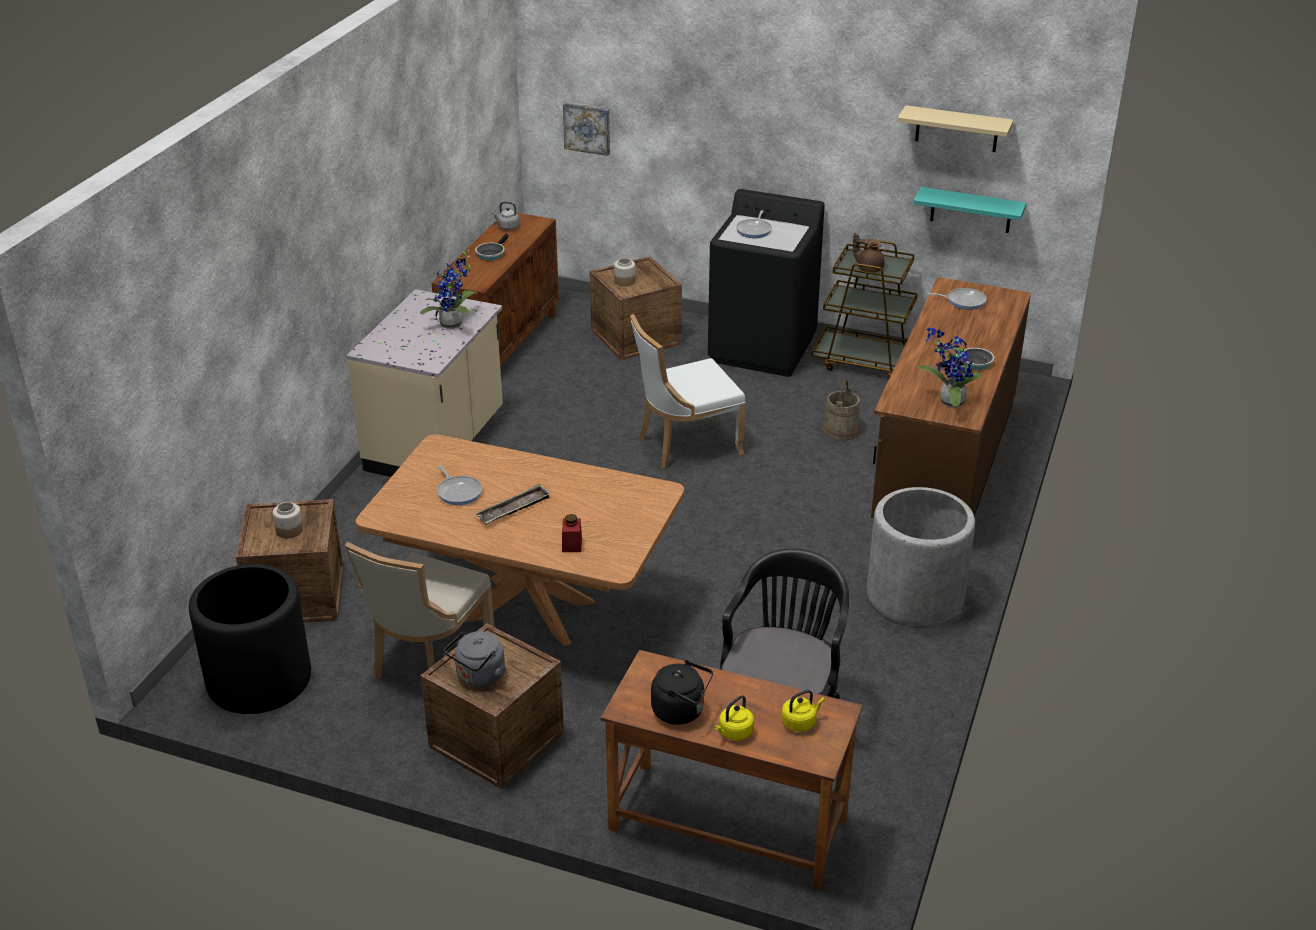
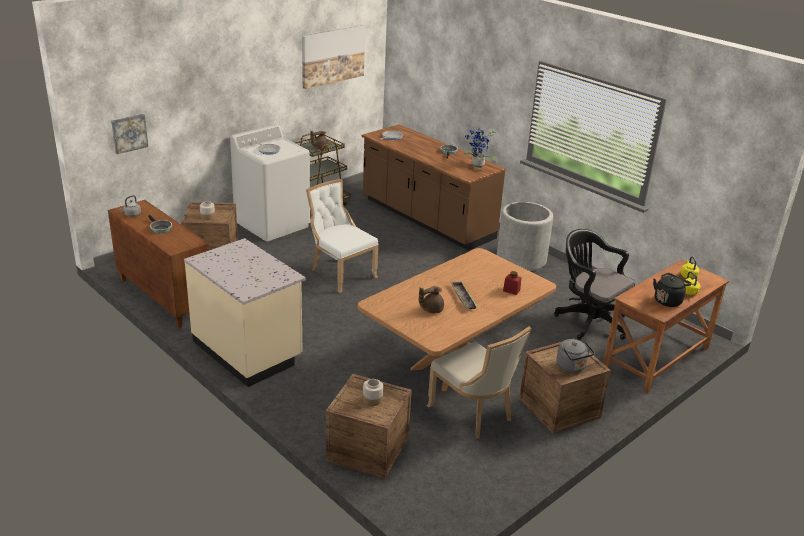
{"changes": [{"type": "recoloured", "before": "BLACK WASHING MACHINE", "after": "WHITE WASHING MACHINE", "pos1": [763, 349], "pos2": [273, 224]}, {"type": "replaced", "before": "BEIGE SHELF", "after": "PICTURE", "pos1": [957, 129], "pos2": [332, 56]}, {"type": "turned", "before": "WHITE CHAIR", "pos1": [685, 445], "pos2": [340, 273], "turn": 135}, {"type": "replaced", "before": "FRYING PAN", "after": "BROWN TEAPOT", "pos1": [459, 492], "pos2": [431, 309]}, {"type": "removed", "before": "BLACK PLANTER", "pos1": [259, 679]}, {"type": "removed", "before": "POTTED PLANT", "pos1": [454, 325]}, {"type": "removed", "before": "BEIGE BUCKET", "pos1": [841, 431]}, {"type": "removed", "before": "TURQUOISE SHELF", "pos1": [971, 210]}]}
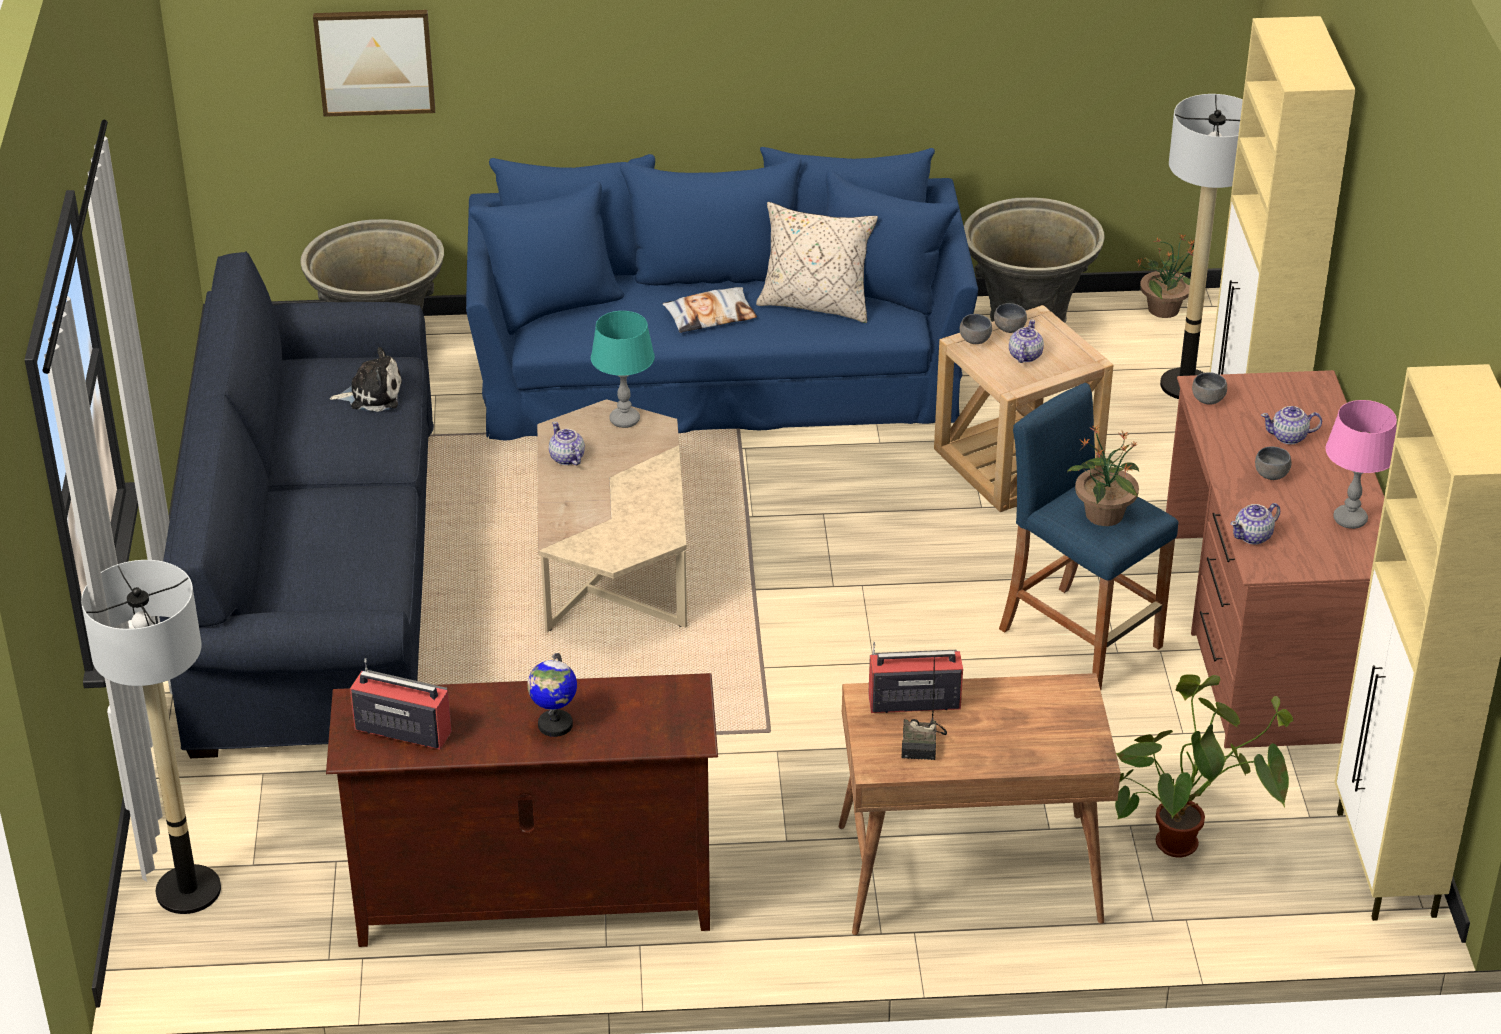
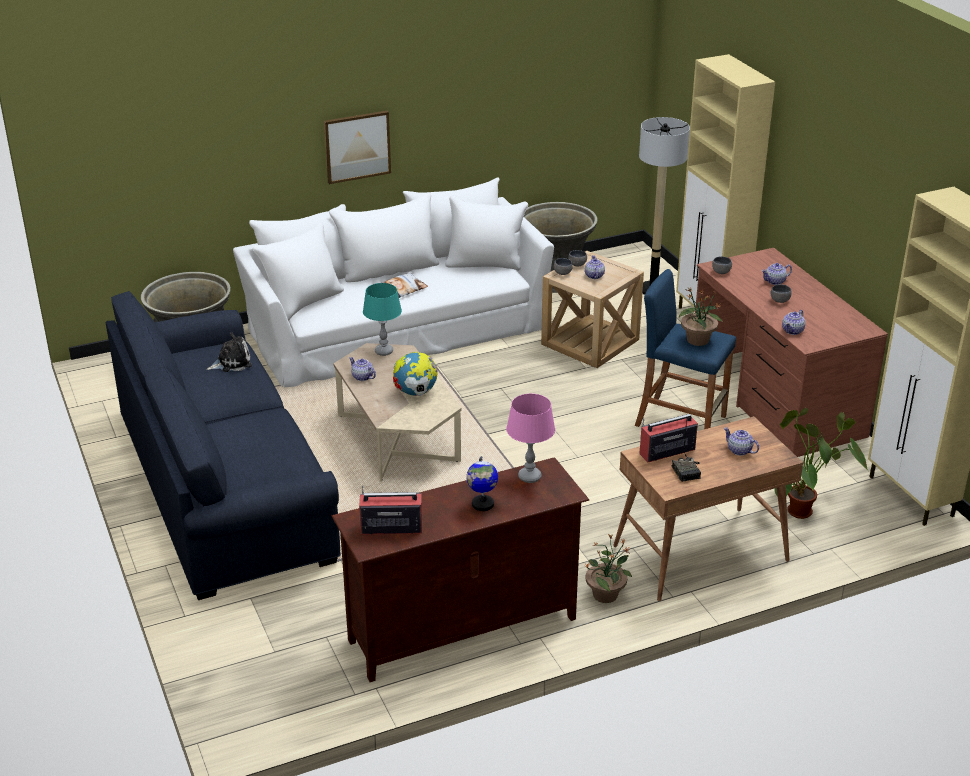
{"changes": [{"type": "recoloured", "before": "BLUE SOFA", "after": "WHITE SOFA", "pos1": [719, 371], "pos2": [397, 328]}, {"type": "moved", "before": "PICTURE", "pos1": [375, 61], "pos2": [357, 146]}, {"type": "added", "after": "GLOBE", "pos2": [415, 393]}, {"type": "moved", "before": "PINK TABLE LAMP", "pos1": [1349, 520], "pos2": [529, 477]}, {"type": "moved", "before": "POTTED PLANT", "pos1": [1164, 309], "pos2": [606, 594]}, {"type": "added", "after": "TEAPOT", "pos2": [739, 451]}, {"type": "removed", "before": "FLOOR LAMP", "pos1": [188, 890]}, {"type": "removed", "before": "BEIGE PILLOW", "pos1": [816, 304]}]}
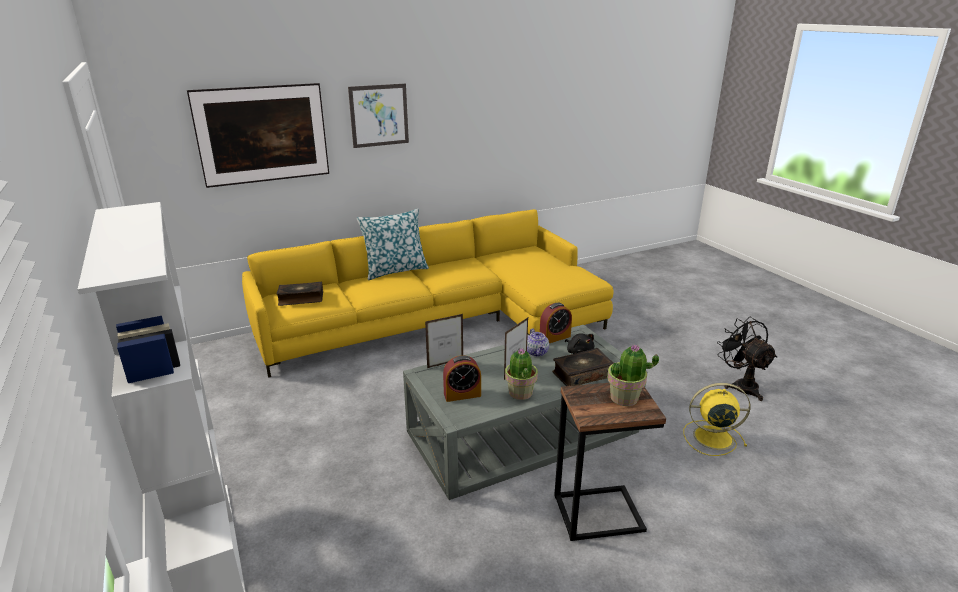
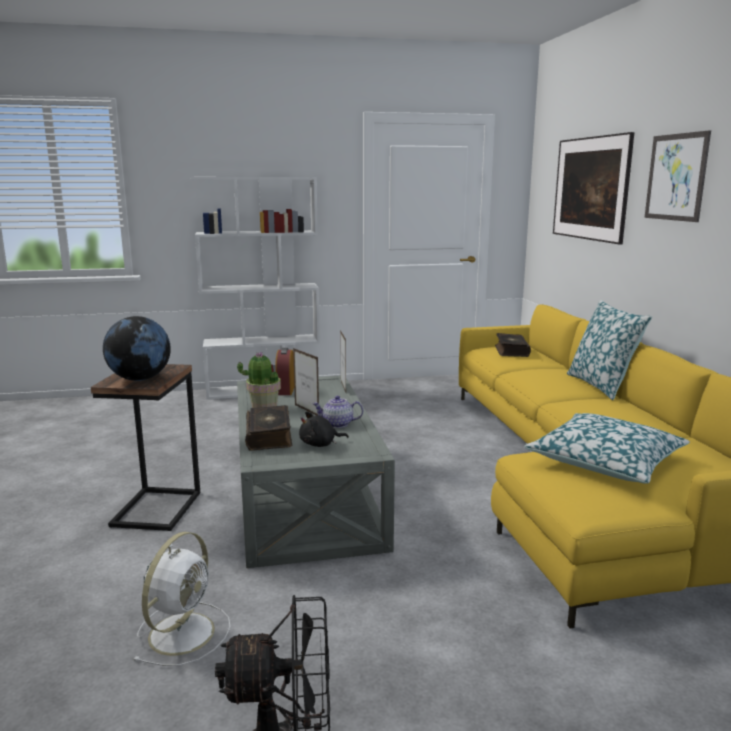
{"changes": [{"type": "replaced", "before": "POTTED PLANT", "after": "GLOBE", "pos1": [625, 398], "pos2": [140, 379]}, {"type": "recoloured", "before": "YELLOW FAN", "after": "WHITE FAN", "pos1": [711, 437], "pos2": [183, 631]}, {"type": "added", "after": "PILLOW", "pos2": [605, 462]}, {"type": "removed", "before": "ALARM CLOCK", "pos1": [554, 337]}]}
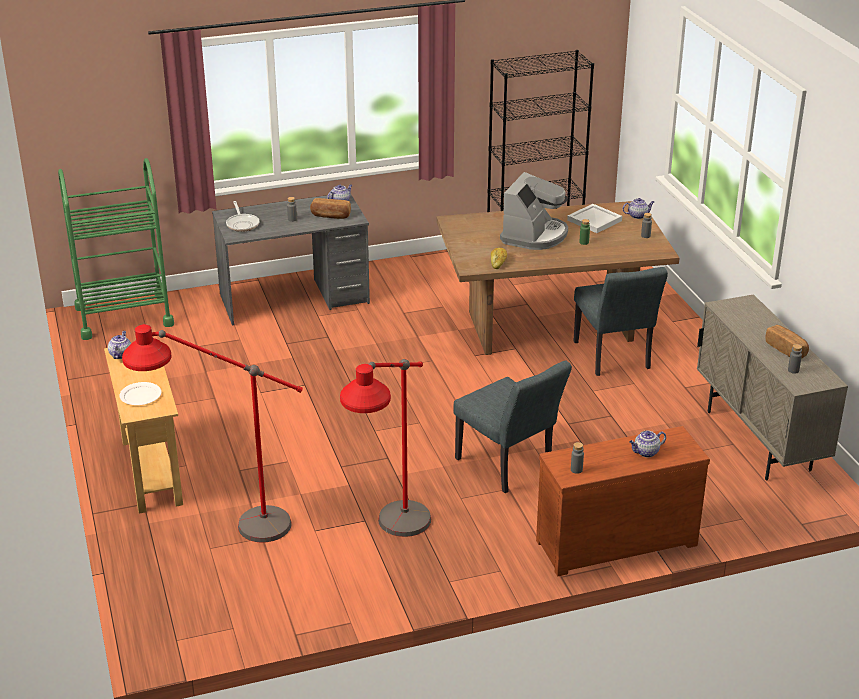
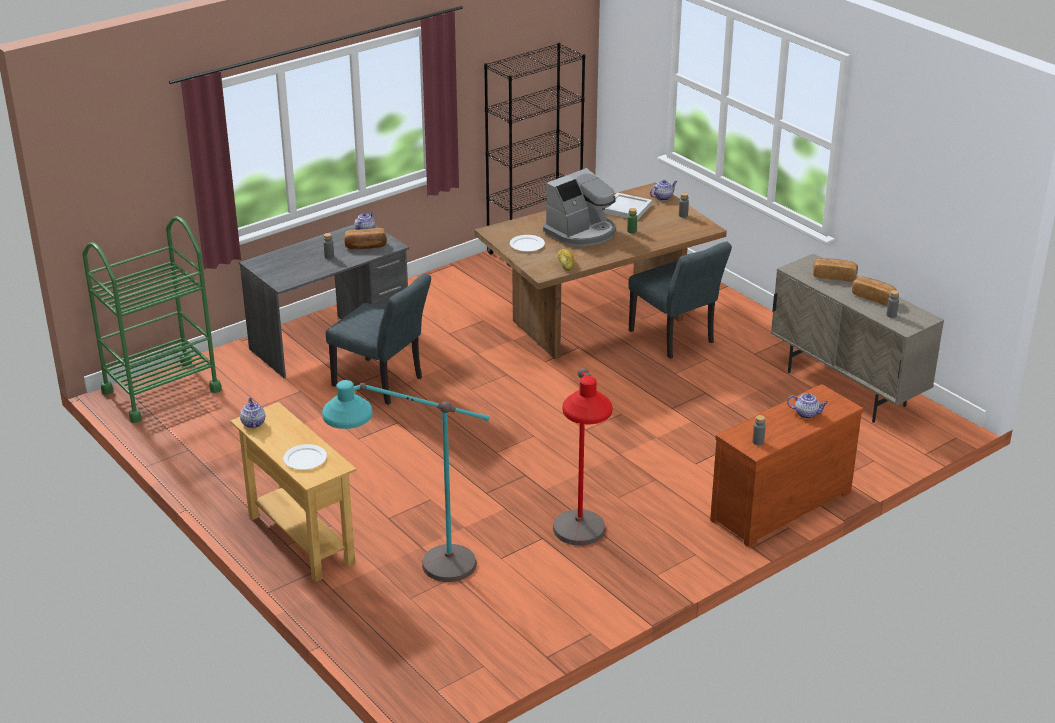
{"changes": [{"type": "recoloured", "before": "RED FLOOR LAMP", "after": "TURQUOISE FLOOR LAMP", "pos1": [226, 528], "pos2": [414, 576]}, {"type": "moved", "before": "GREY CHAIR", "pos1": [509, 467], "pos2": [383, 383]}, {"type": "added", "after": "WHITE PLATE", "pos2": [527, 245]}, {"type": "turned", "before": "COFFEE MACHINE", "pos1": [534, 235], "pos2": [581, 232], "turn": 45}, {"type": "turned", "before": "TEAPOT", "pos1": [646, 452], "pos2": [806, 414], "turn": -120}, {"type": "added", "after": "BREAD", "pos2": [834, 276]}, {"type": "removed", "before": "FRYING PAN", "pos1": [242, 224]}]}
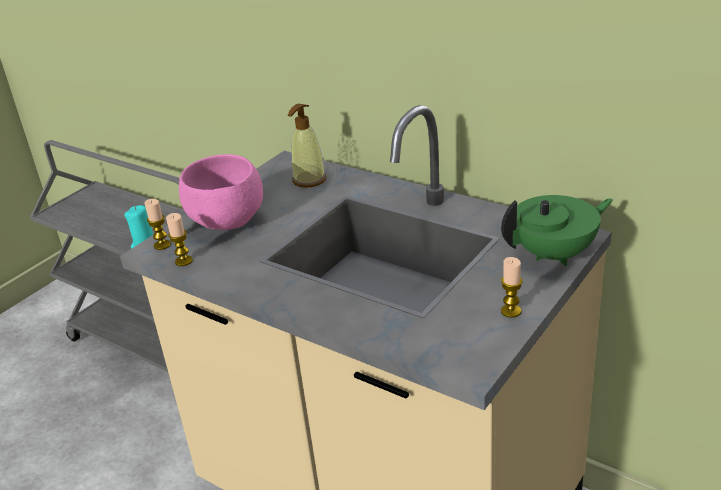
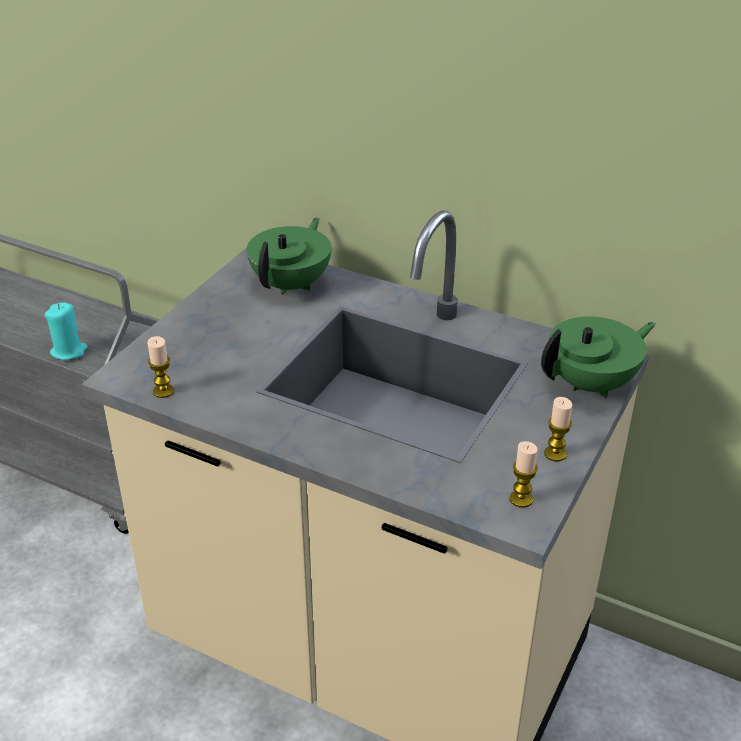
{"changes": [{"type": "replaced", "before": "SOAP DISPENSER", "after": "GREEN TEAPOT", "pos1": [309, 180], "pos2": [292, 284]}, {"type": "moved", "before": "CANDLE", "pos1": [162, 245], "pos2": [521, 499]}, {"type": "removed", "before": "PINK BOWL", "pos1": [229, 223]}]}
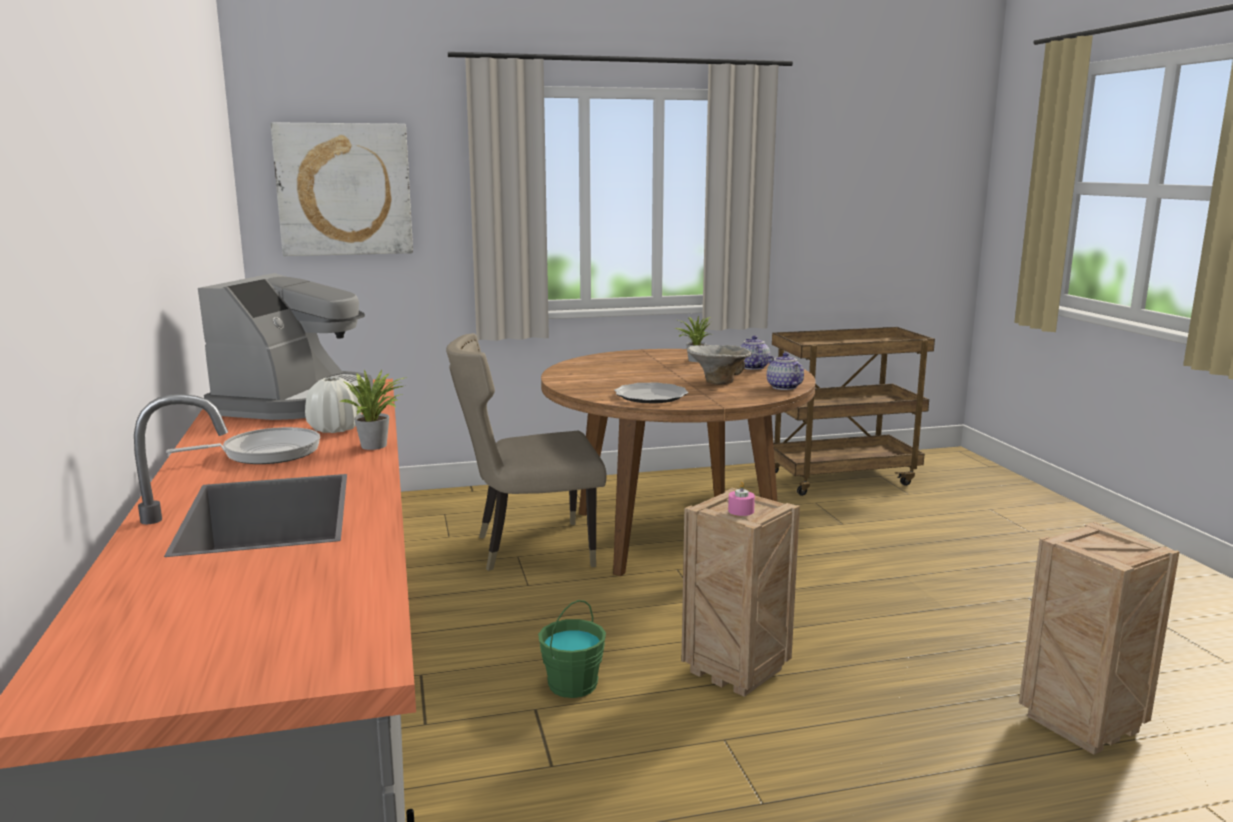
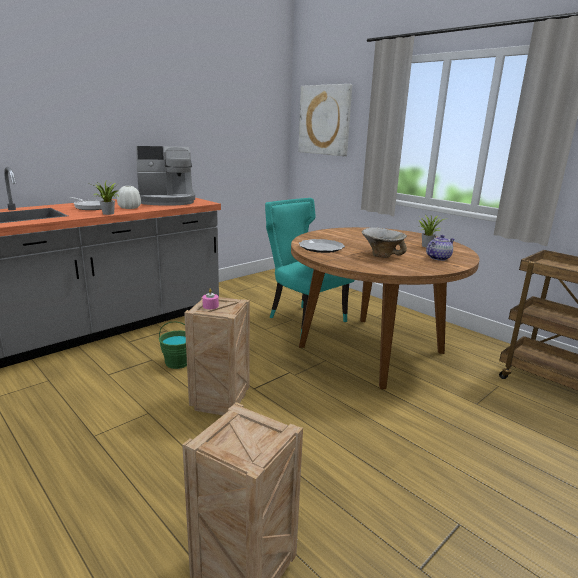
{"changes": [{"type": "recoloured", "before": "BEIGE CHAIR", "after": "TURQUOISE CHAIR", "pos1": [530, 549], "pos2": [303, 319]}, {"type": "removed", "before": "TEAPOT", "pos1": [783, 387]}]}
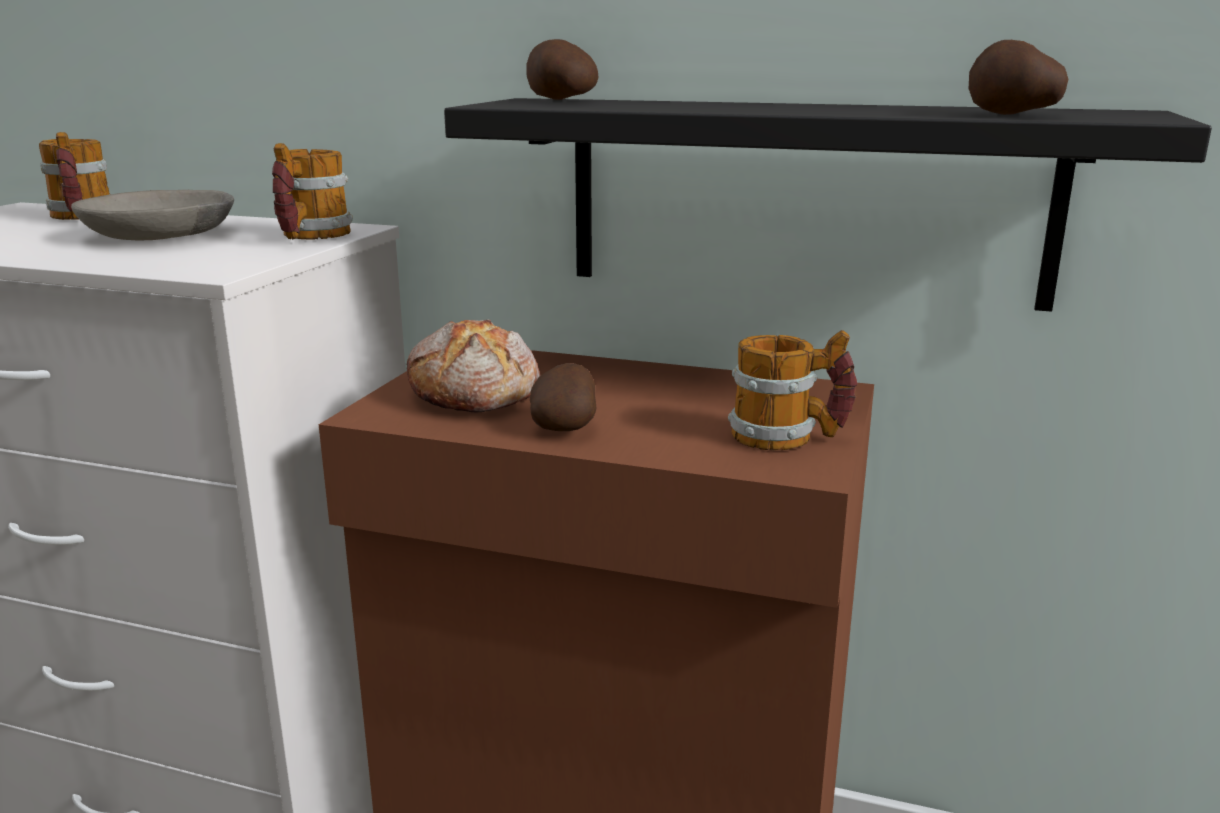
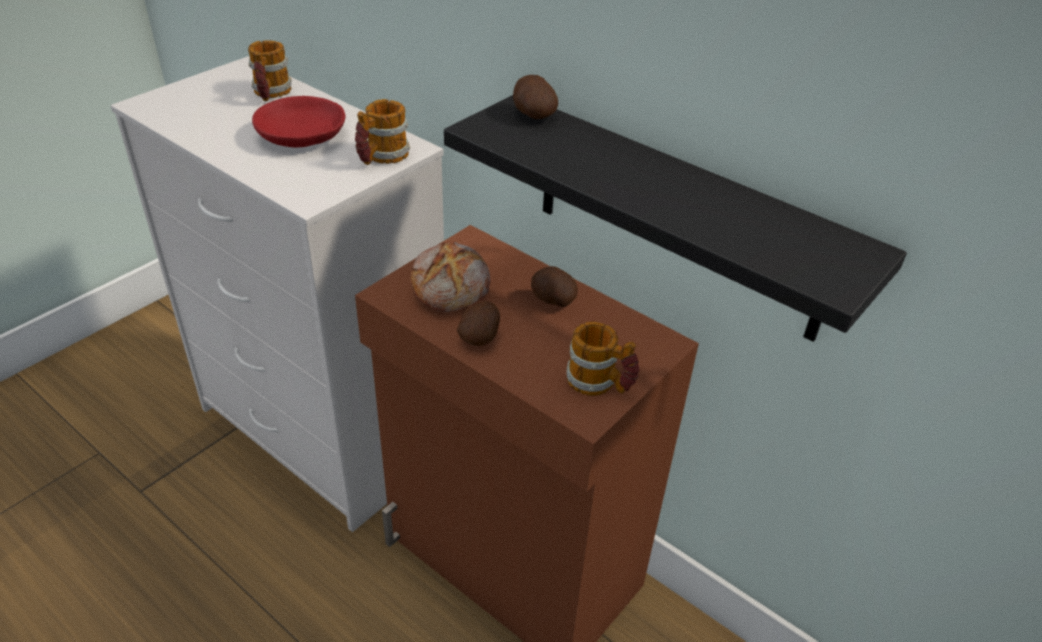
{"changes": [{"type": "recoloured", "before": "GREY BOWL", "after": "RED BOWL", "pos1": [161, 235], "pos2": [302, 136]}, {"type": "moved", "before": "POTATO", "pos1": [1012, 114], "pos2": [552, 300]}]}
